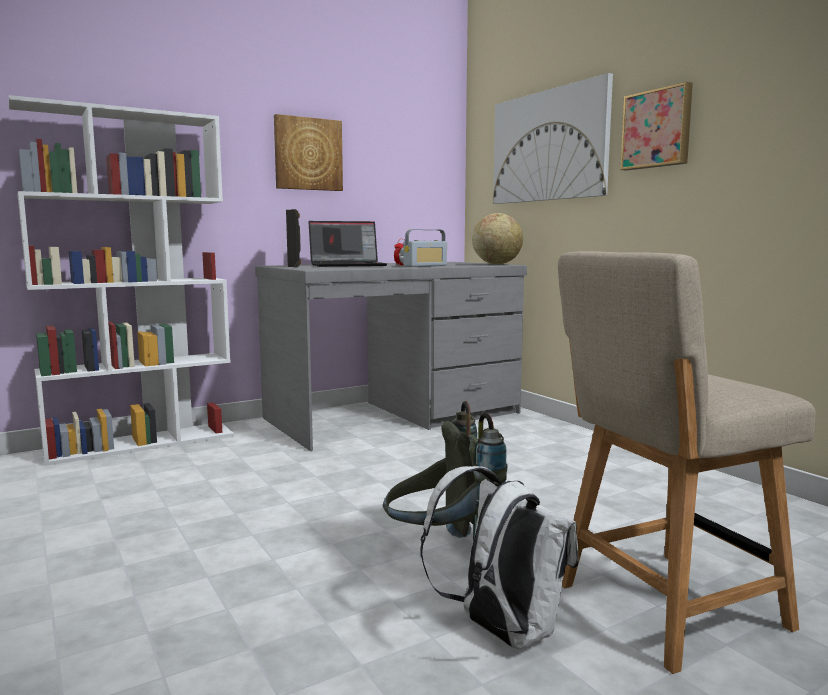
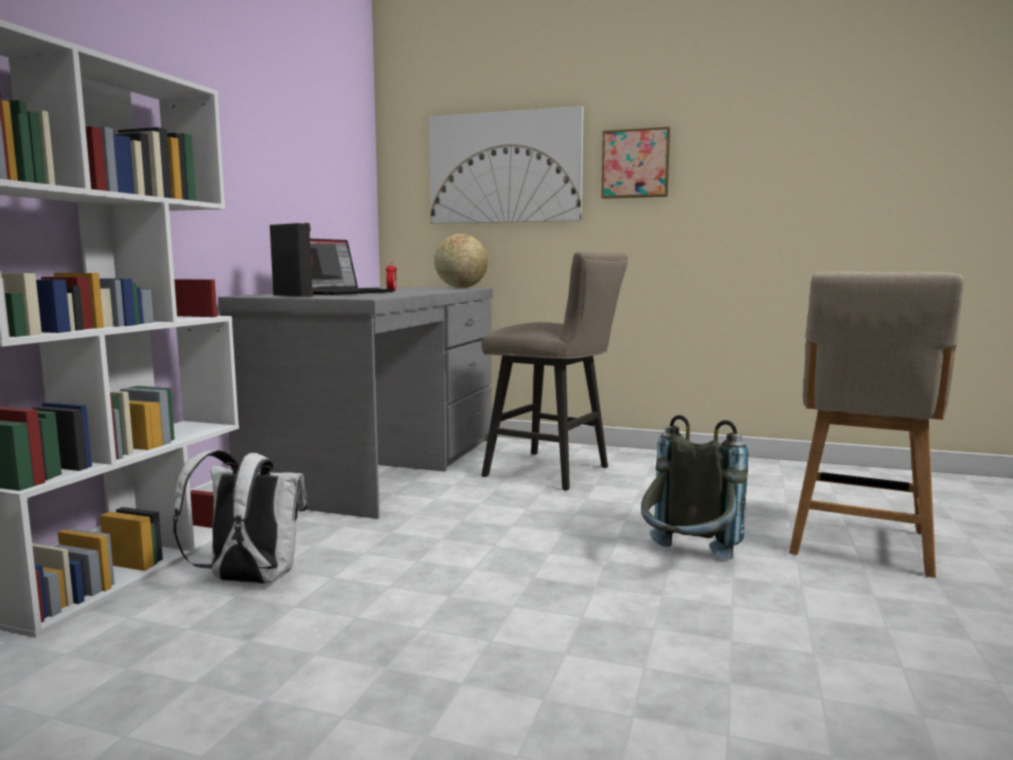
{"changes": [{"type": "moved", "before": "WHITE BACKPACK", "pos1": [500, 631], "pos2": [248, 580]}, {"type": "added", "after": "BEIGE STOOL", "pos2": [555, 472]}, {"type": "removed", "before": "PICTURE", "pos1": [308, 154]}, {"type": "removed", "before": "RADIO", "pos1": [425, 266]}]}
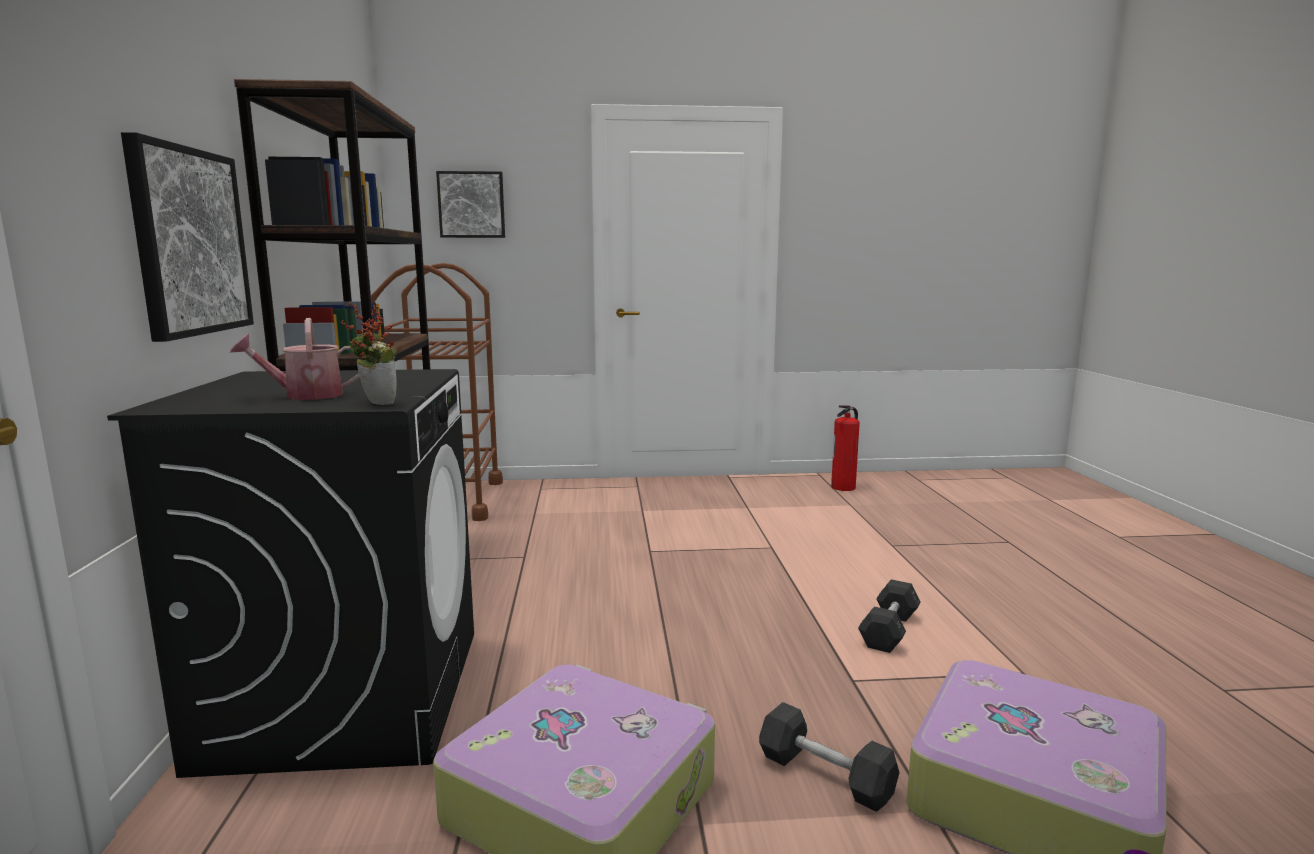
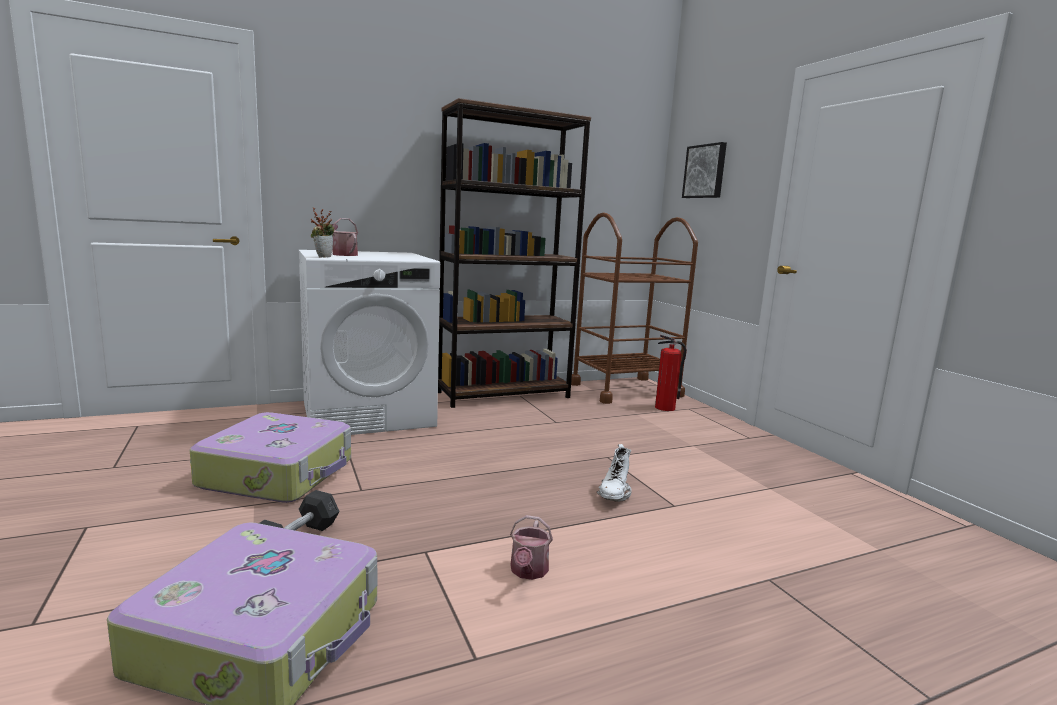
{"changes": [{"type": "recoloured", "before": "BLACK WASHING MACHINE", "after": "WHITE WASHING MACHINE", "pos1": [348, 695], "pos2": [368, 414]}, {"type": "replaced", "before": "GREY DUMBBELL", "after": "WATERING CAN", "pos1": [889, 630], "pos2": [528, 571]}, {"type": "added", "after": "WHITE BOOT", "pos2": [614, 495]}, {"type": "moved", "before": "FIRE EXTINGUISHER", "pos1": [843, 487], "pos2": [665, 408]}, {"type": "removed", "before": "PICTURE", "pos1": [189, 242]}]}
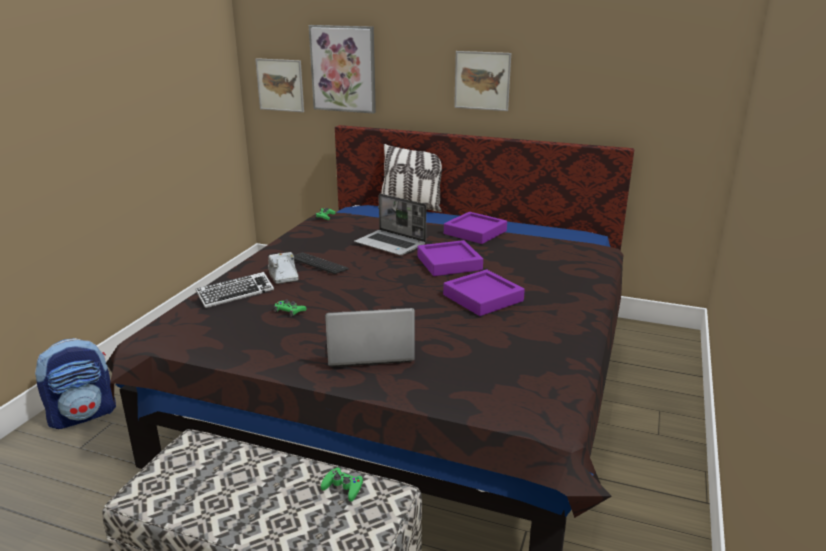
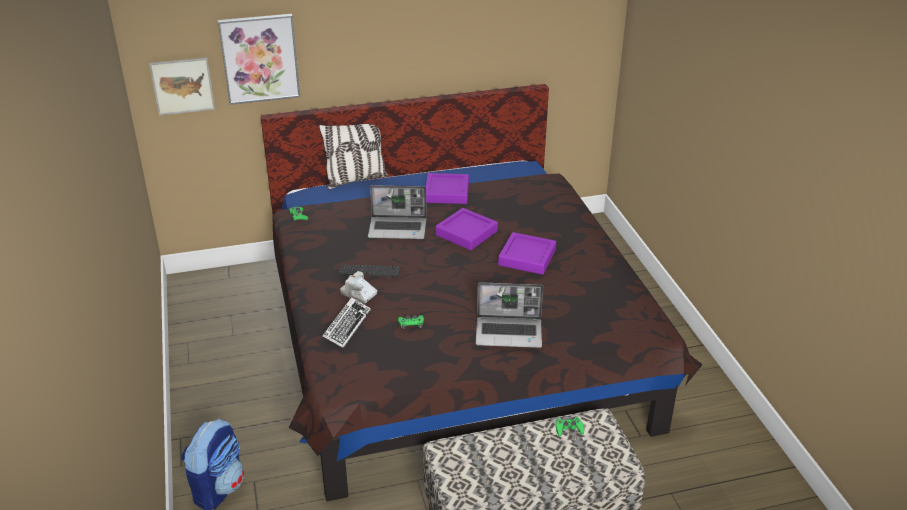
{"changes": [{"type": "turned", "before": "LAPTOP", "pos1": [368, 351], "pos2": [509, 333], "turn": -135}, {"type": "removed", "before": "PICTURE", "pos1": [482, 80]}]}
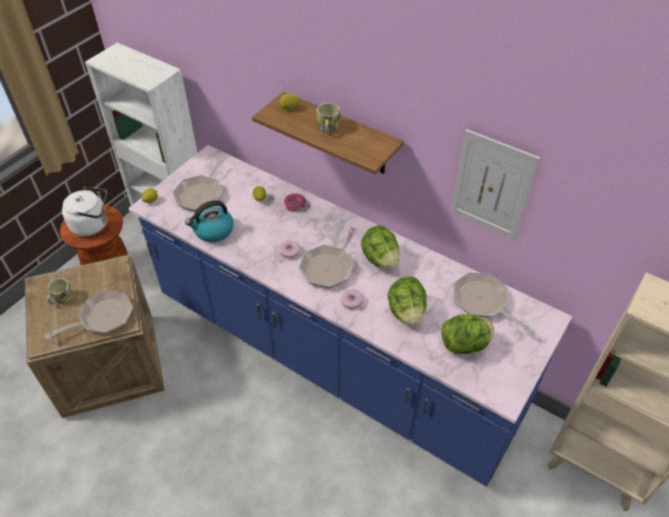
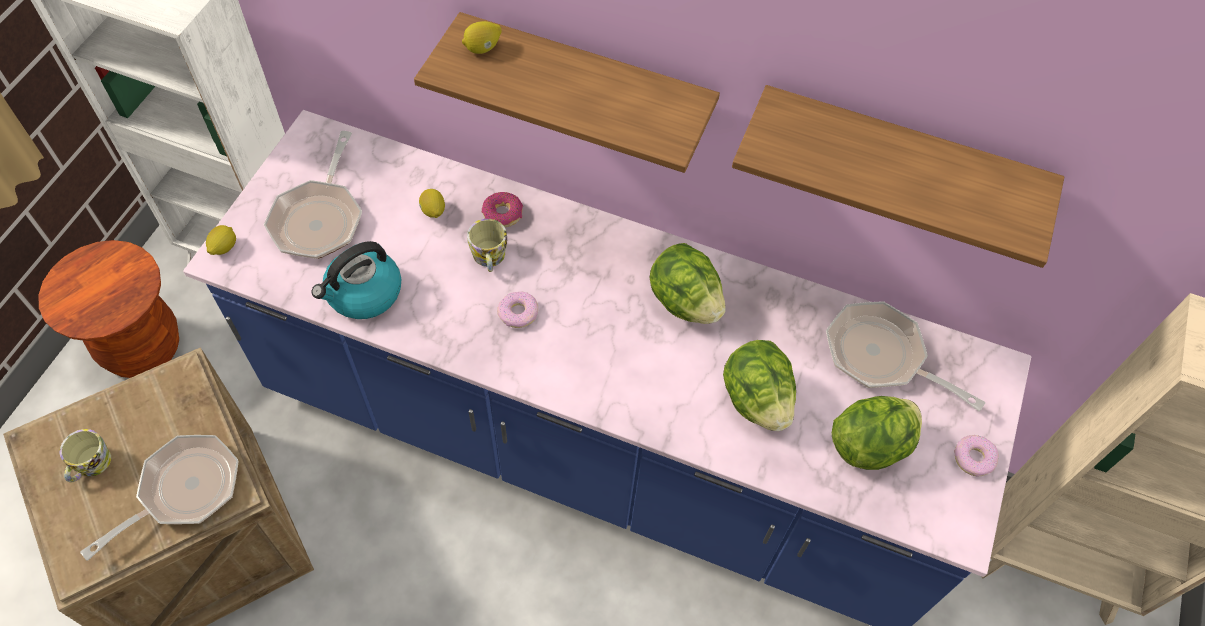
{"changes": [{"type": "moved", "before": "MUG", "pos1": [328, 128], "pos2": [489, 258]}, {"type": "replaced", "before": "PICTURE", "after": "SHELF", "pos1": [492, 186], "pos2": [897, 162]}, {"type": "moved", "before": "DONUT", "pos1": [351, 301], "pos2": [973, 458]}, {"type": "removed", "before": "WHITE KETTLE", "pos1": [92, 224]}, {"type": "removed", "before": "FRYING PAN", "pos1": [328, 266]}]}
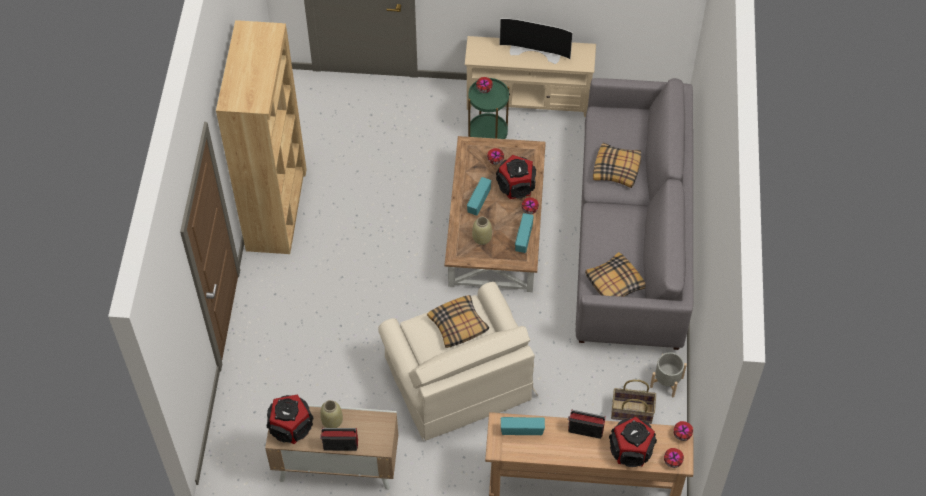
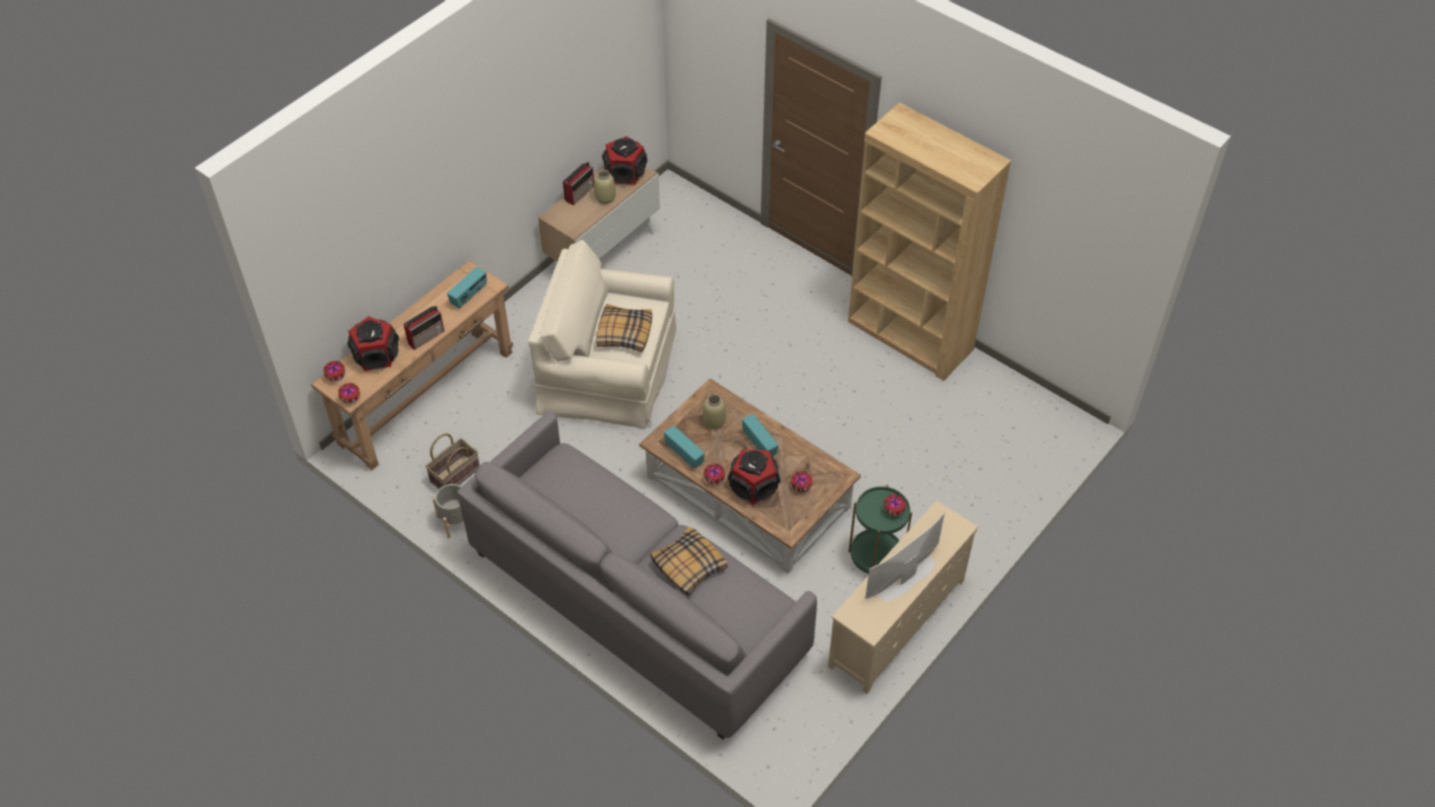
{"changes": [{"type": "removed", "before": "PILLOW", "pos1": [614, 283]}]}
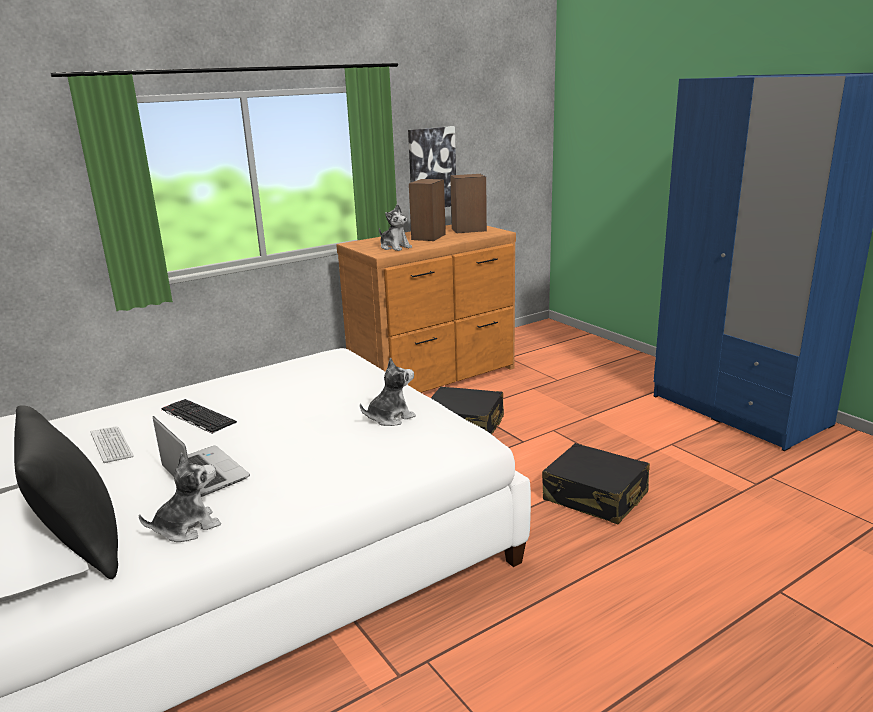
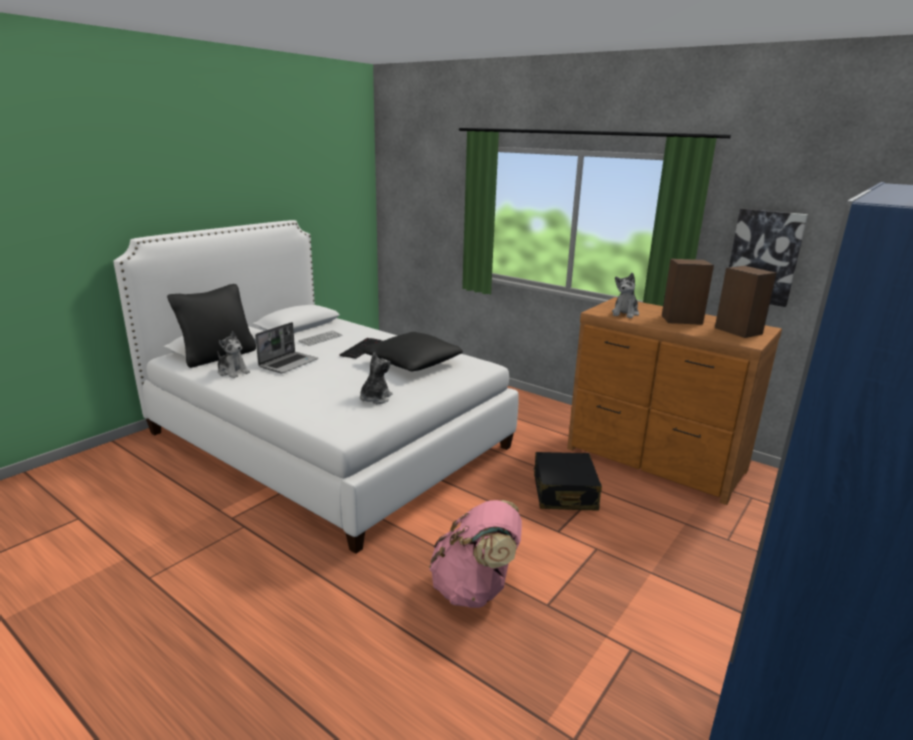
{"changes": [{"type": "turned", "before": "PLUSH TOY", "pos1": [390, 418], "pos2": [375, 398], "turn": -105}, {"type": "added", "after": "BLACK PILLOW", "pos2": [413, 363]}, {"type": "replaced", "before": "BLACK SUITCASE", "after": "PINK BACKPACK", "pos1": [595, 497], "pos2": [475, 589]}]}
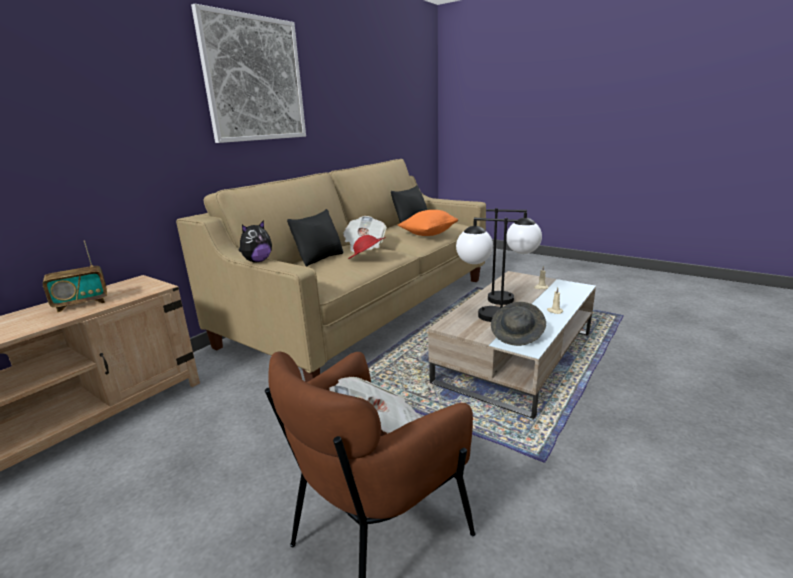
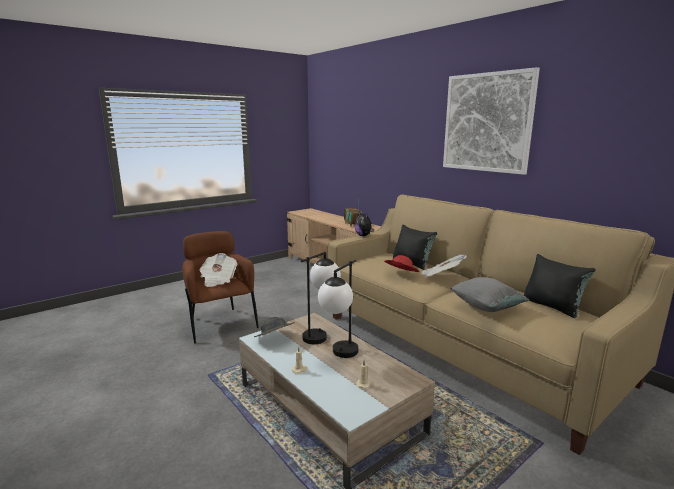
{"changes": [{"type": "recoloured", "before": "ORANGE PILLOW", "after": "GREY PILLOW", "pos1": [428, 234], "pos2": [486, 307]}]}
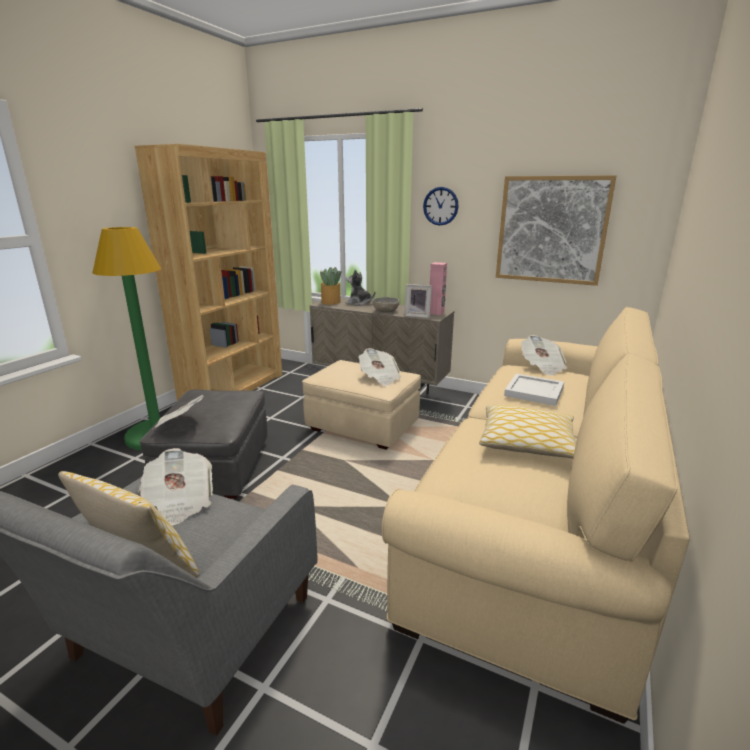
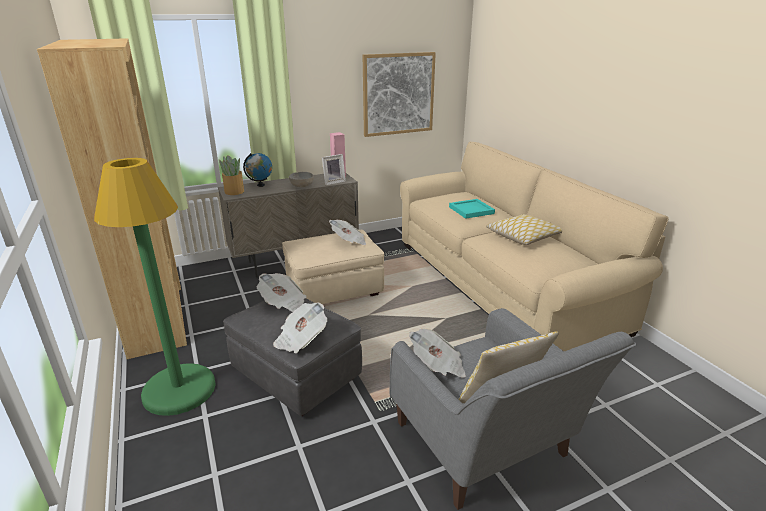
{"changes": [{"type": "replaced", "before": "PLUSH TOY", "after": "GLOBE", "pos1": [359, 303], "pos2": [261, 185]}, {"type": "moved", "before": "NEWSPAPER", "pos1": [542, 367], "pos2": [283, 303]}, {"type": "recoloured", "before": "WHITE TRAY", "after": "TURQUOISE TRAY", "pos1": [533, 391], "pos2": [470, 210]}, {"type": "removed", "before": "WALL CLOCK", "pos1": [440, 206]}]}
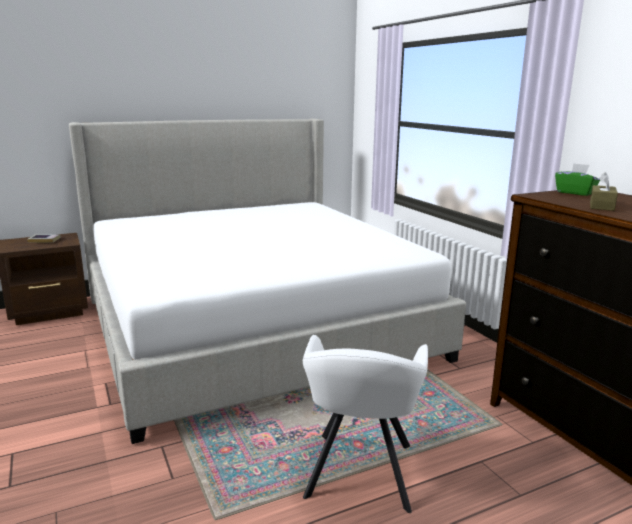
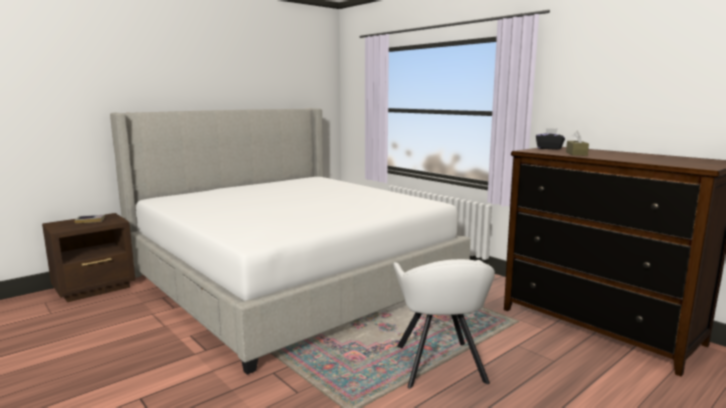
{"changes": [{"type": "recoloured", "before": "GREEN TISSUE BOX", "after": "BLACK TISSUE BOX", "pos1": [575, 193], "pos2": [549, 148]}]}
